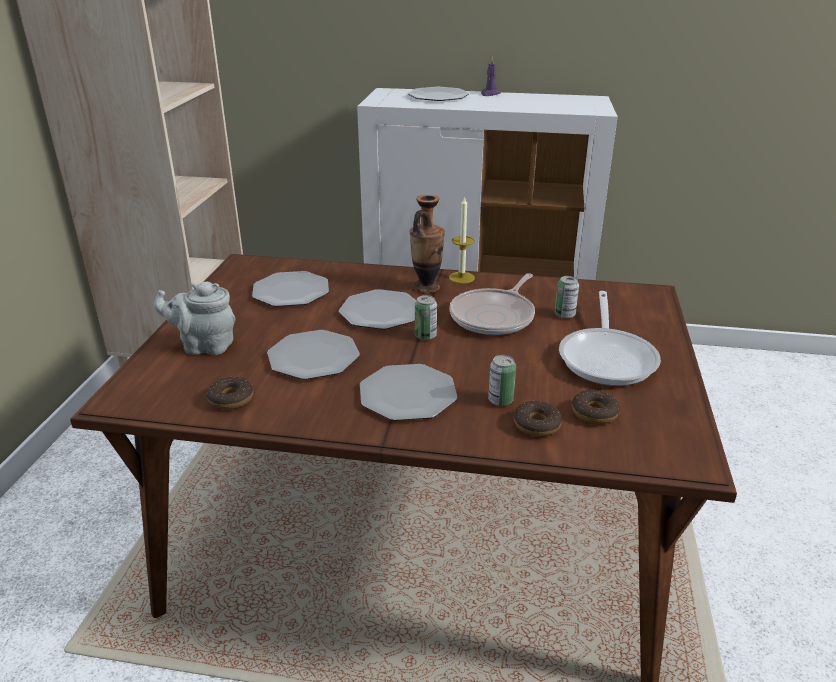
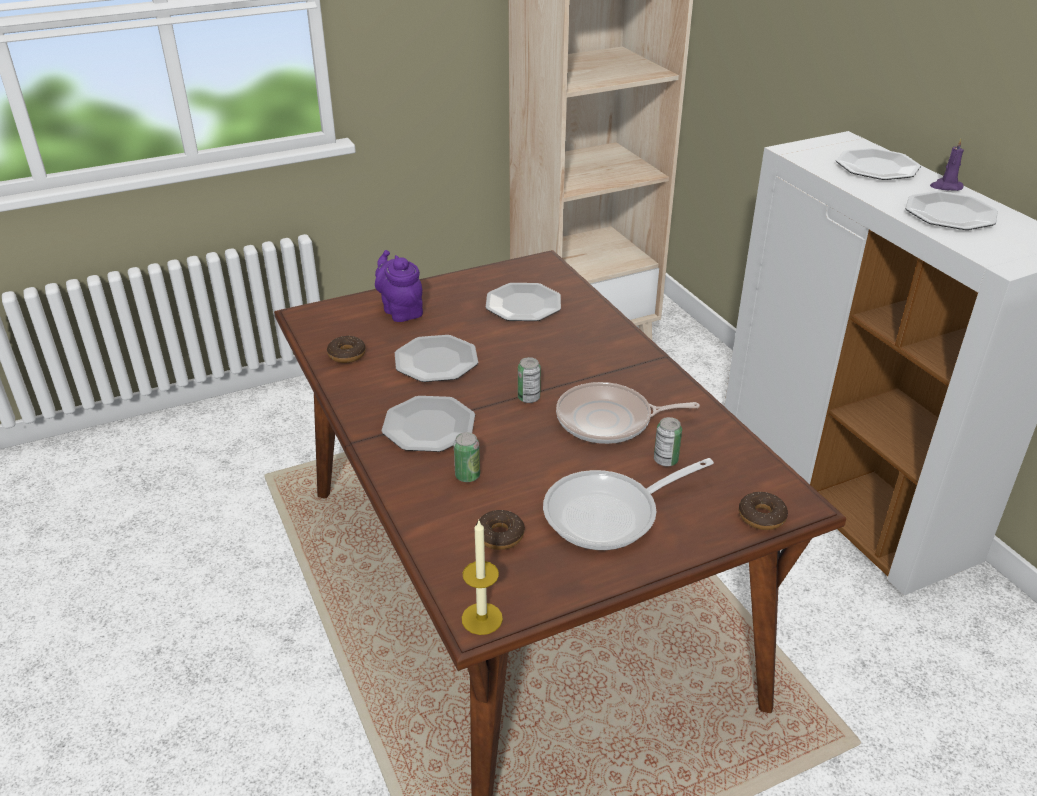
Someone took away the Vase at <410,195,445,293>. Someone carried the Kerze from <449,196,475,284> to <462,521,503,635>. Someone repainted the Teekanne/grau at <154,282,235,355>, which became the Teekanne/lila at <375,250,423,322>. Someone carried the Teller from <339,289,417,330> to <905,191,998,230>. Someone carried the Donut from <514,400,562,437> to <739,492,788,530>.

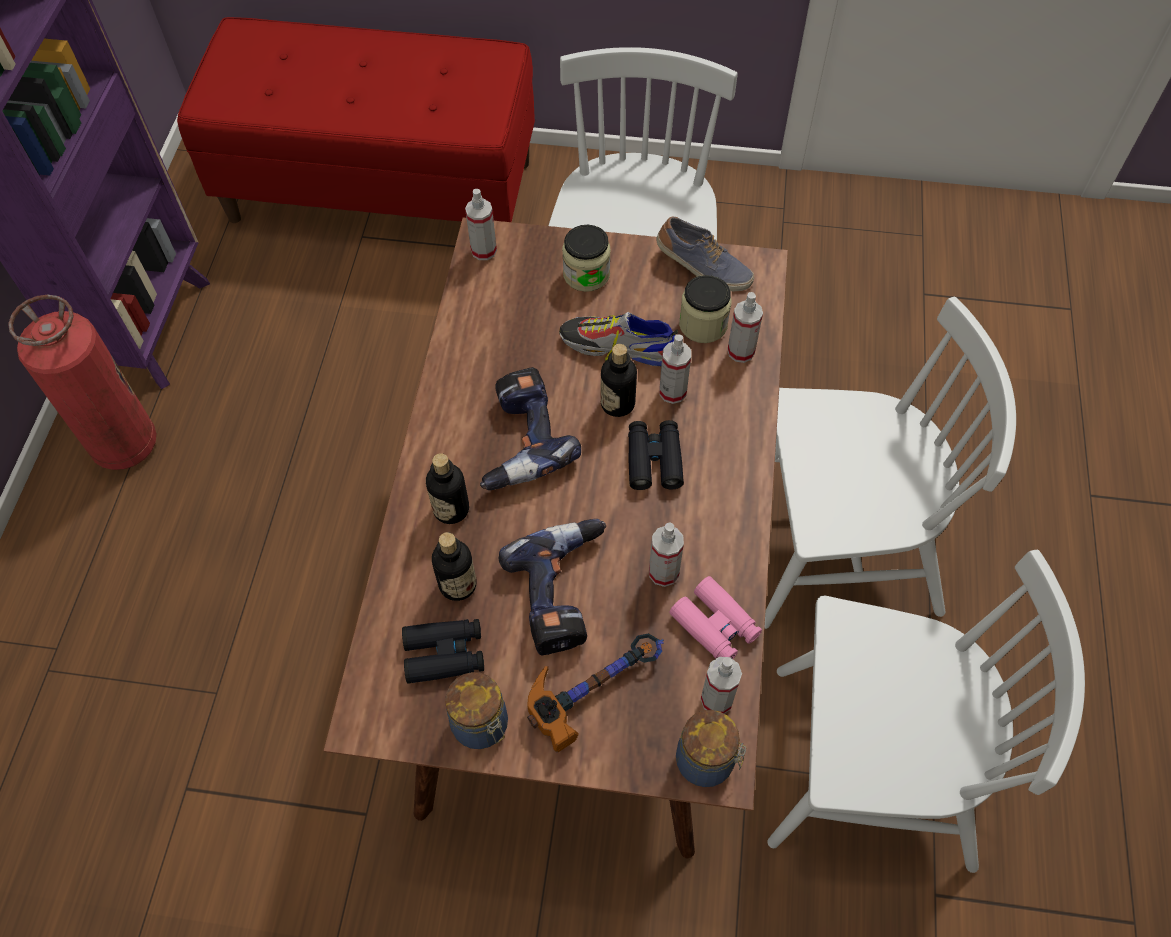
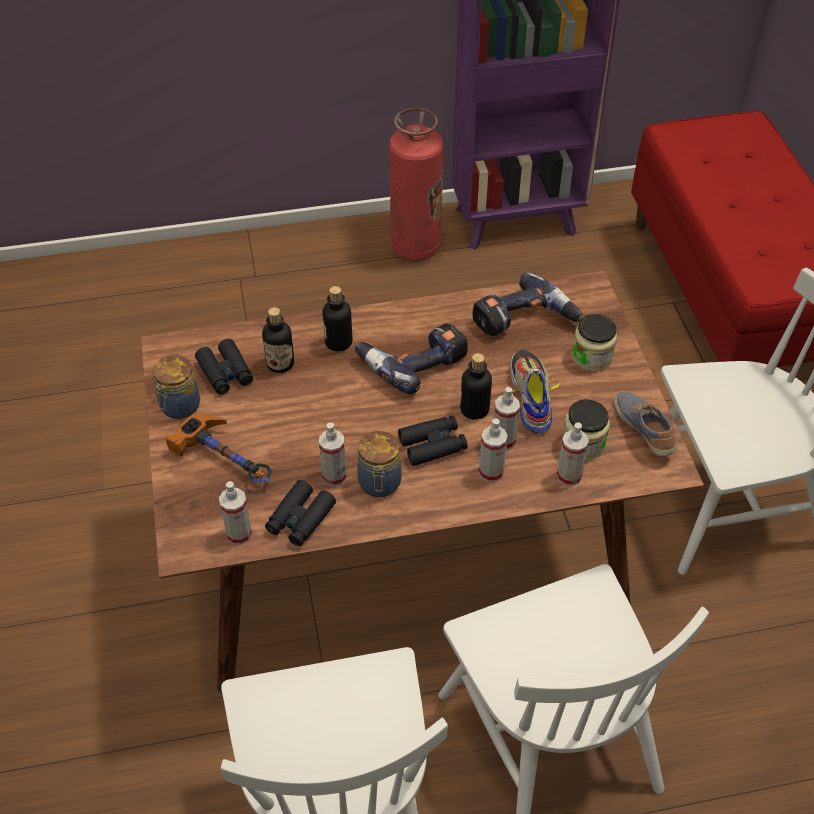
Someone carried the Sprühflasche from <465,189,497,260> to <479,418,508,482>. Someone rotated the Schuh at <657,216,755,291> by 150 degrees clockwise. Someone carried the Bohrmaschine from <498,519,606,656> to <472,271,583,336>. Someone repainted the Fernglas/rosa at <669,576,762,659>, which became the Fernglas/schwarz at <265,480,336,546>. Someone carried the Vorratsglas from <676,710,746,787> to <357,431,402,497>.

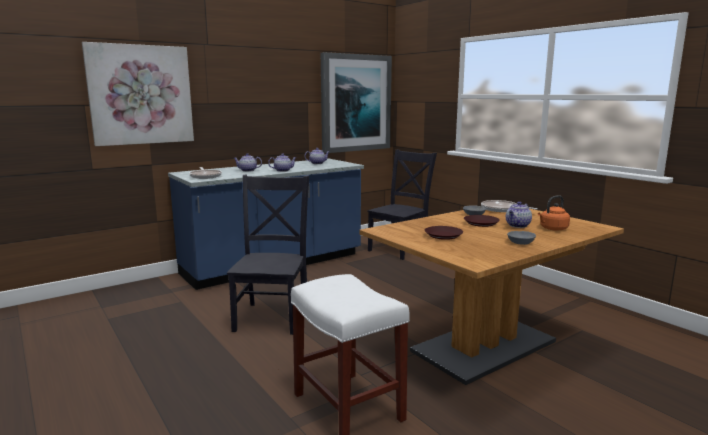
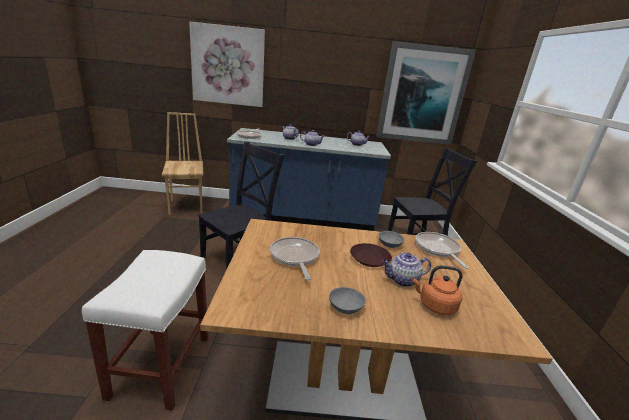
Someone swapped the Teller/braun at <425,226,463,240> for the Pfanne at <270,237,319,280>. Someone put down the Stuhl/braun at <162,112,203,215>.

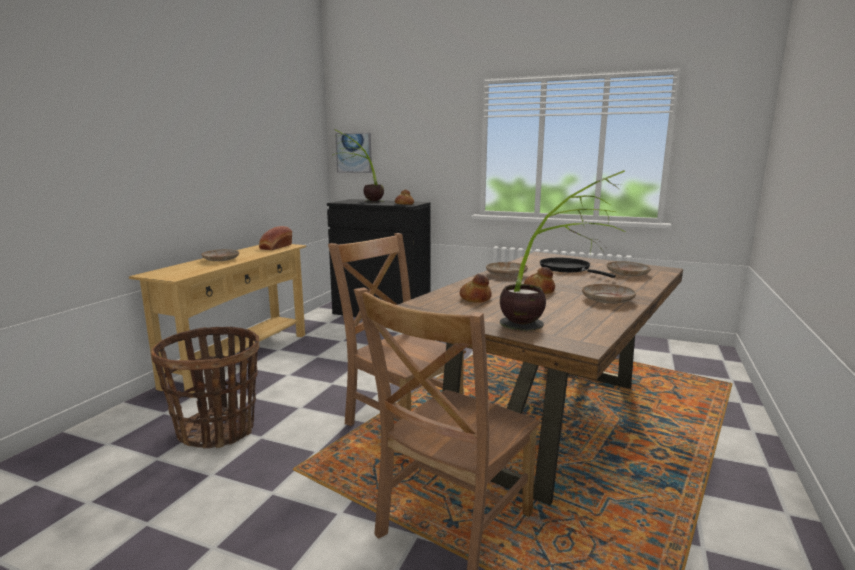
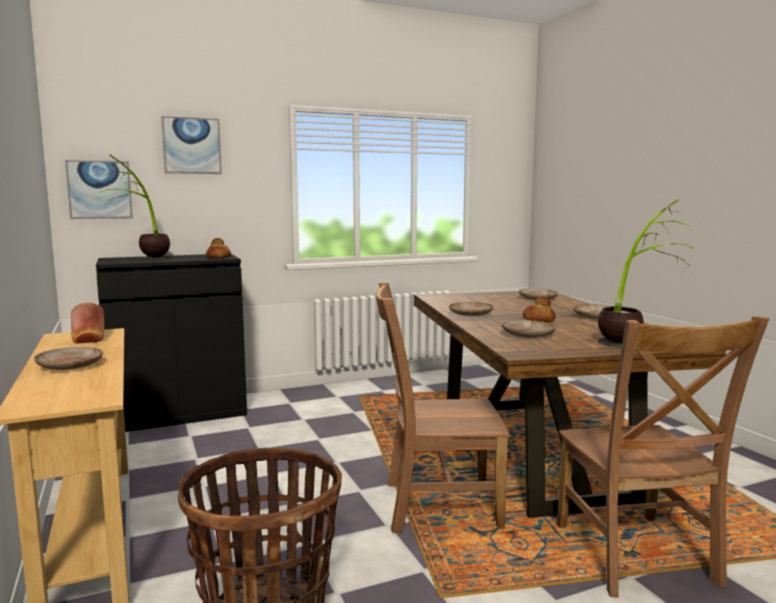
Someone took away the Pfanne/schwarz at <540,258,616,278>. Someone swapped the Brot at <460,274,492,303> for the Teller/beige at <502,320,556,338>. Someone put up the Bild at <161,116,222,174>.

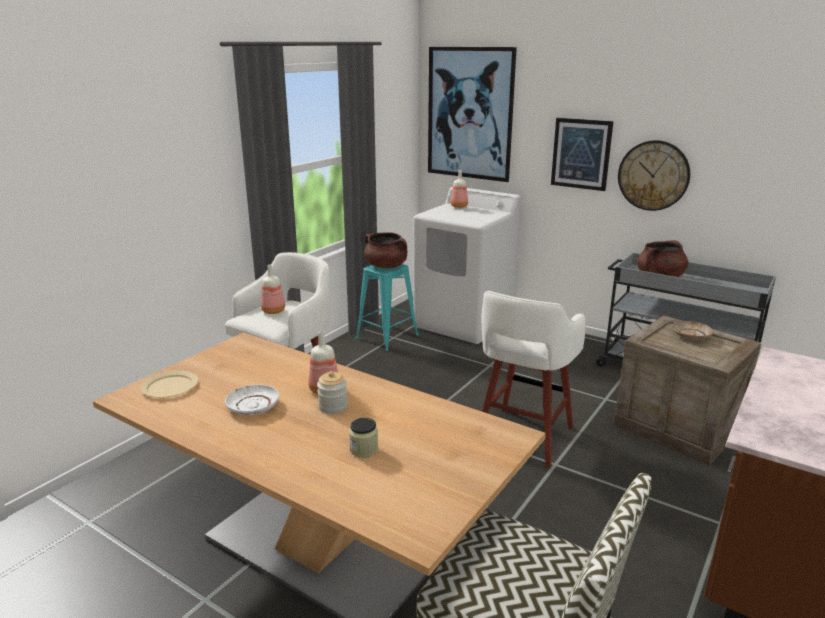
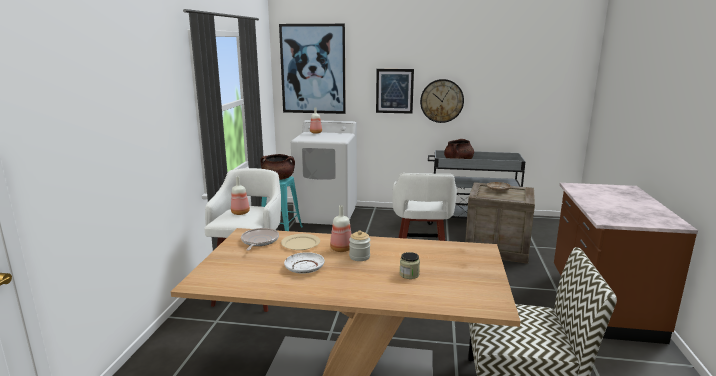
Someone carried the Teller/beige from <140,370,198,397> to <281,234,320,250>. Someone put down the Pfanne at <241,228,279,251>.

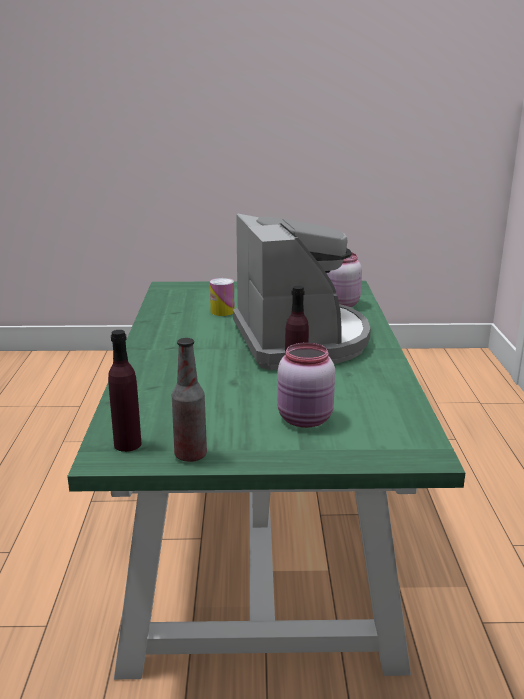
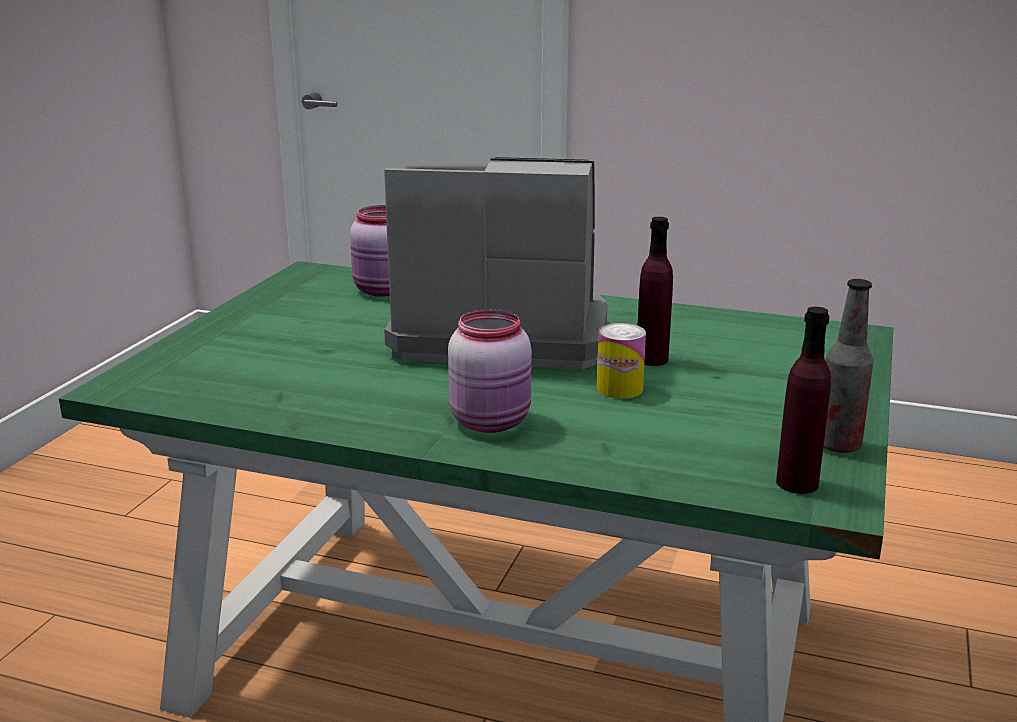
Someone carried the Dose from <210,278,234,316> to <597,323,646,399>. Someone carried the Vorratsglas/rosa from <277,342,335,428> to <448,309,532,433>.

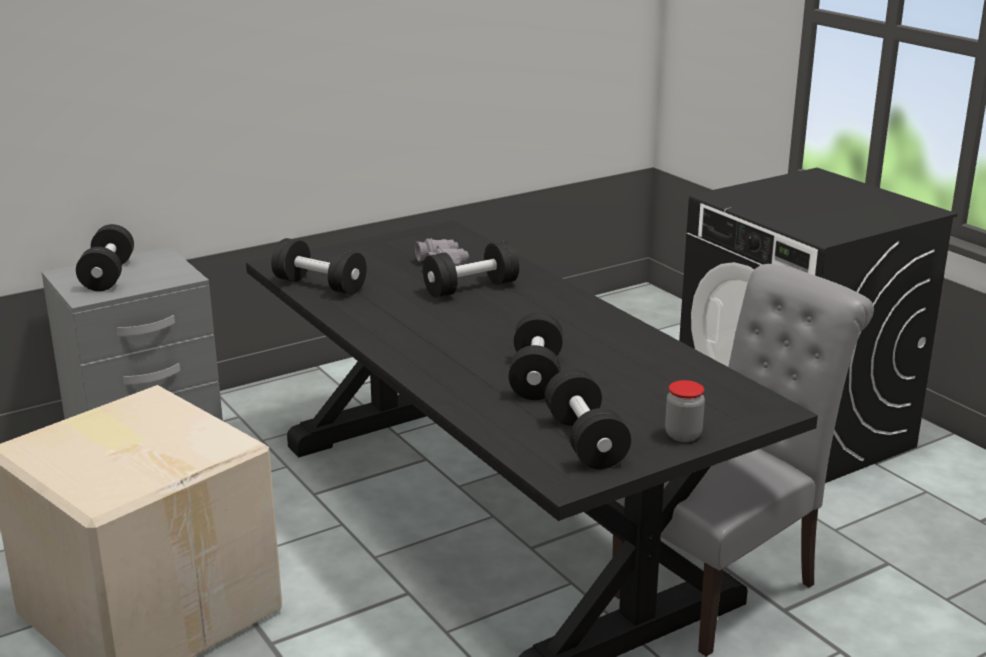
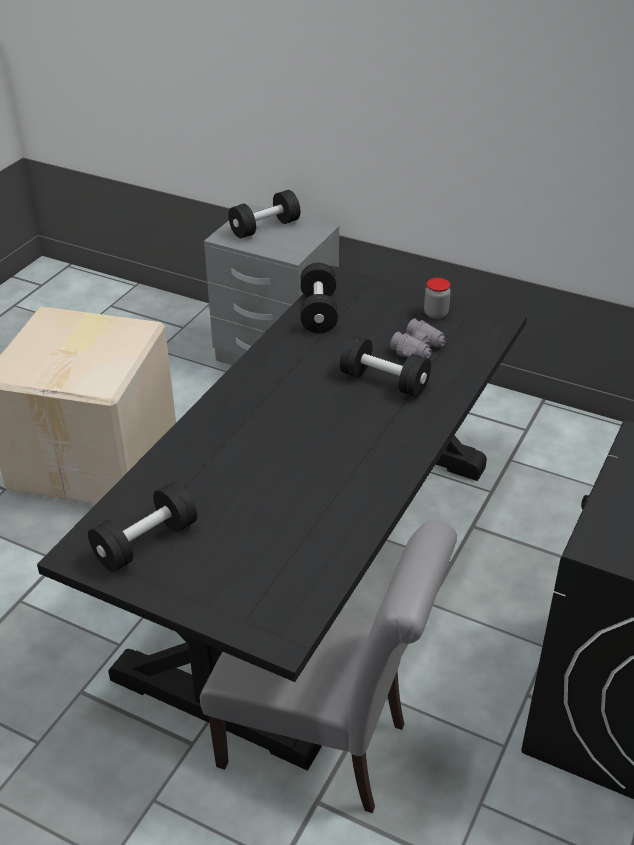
Someone took away the Hantel/schwarz at <509,312,563,400>. Someone carried the Vorratsglas from <665,380,705,442> to <424,278,451,319>.

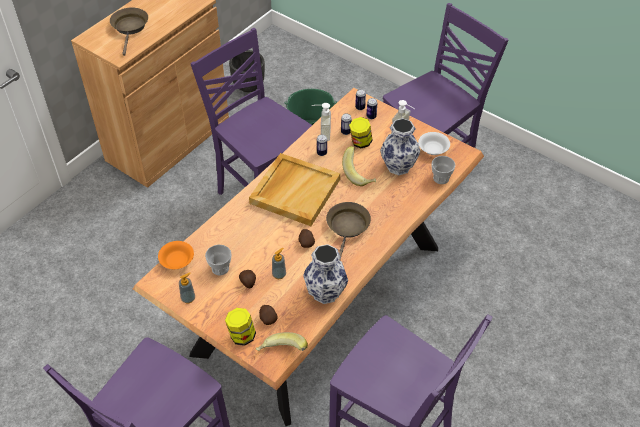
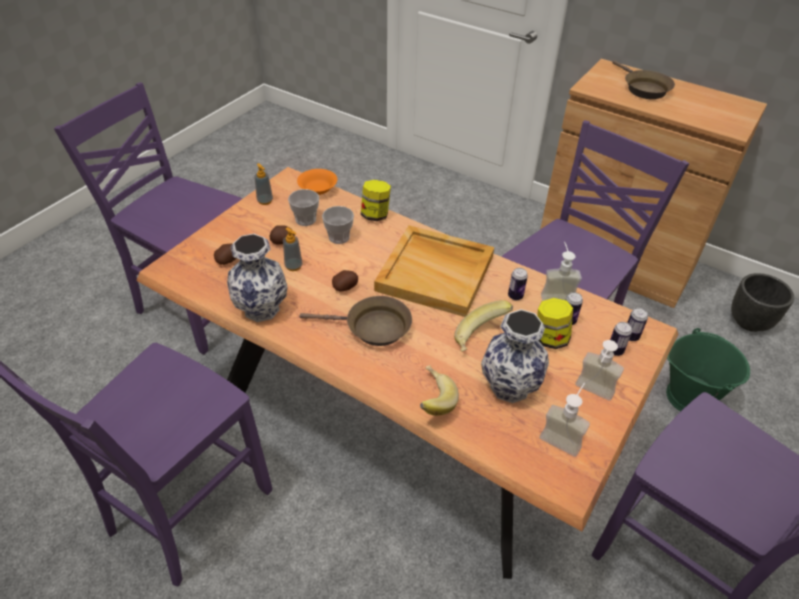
Someone rotated the Pfanne/braun at <110,7,148,56> by 75 degrees clockwise. Someone swapped the Schüssel/weiß at <418,132,450,155> for the Seifenspender at <540,383,590,457>. Someone carried the Tasse from <431,156,455,184> to <322,206,354,244>. Someone carried the Vorratsglas from <225,308,256,346> to <361,180,391,221>. Someone carried the Banane from <256,332,308,351> to <420,365,459,416>.

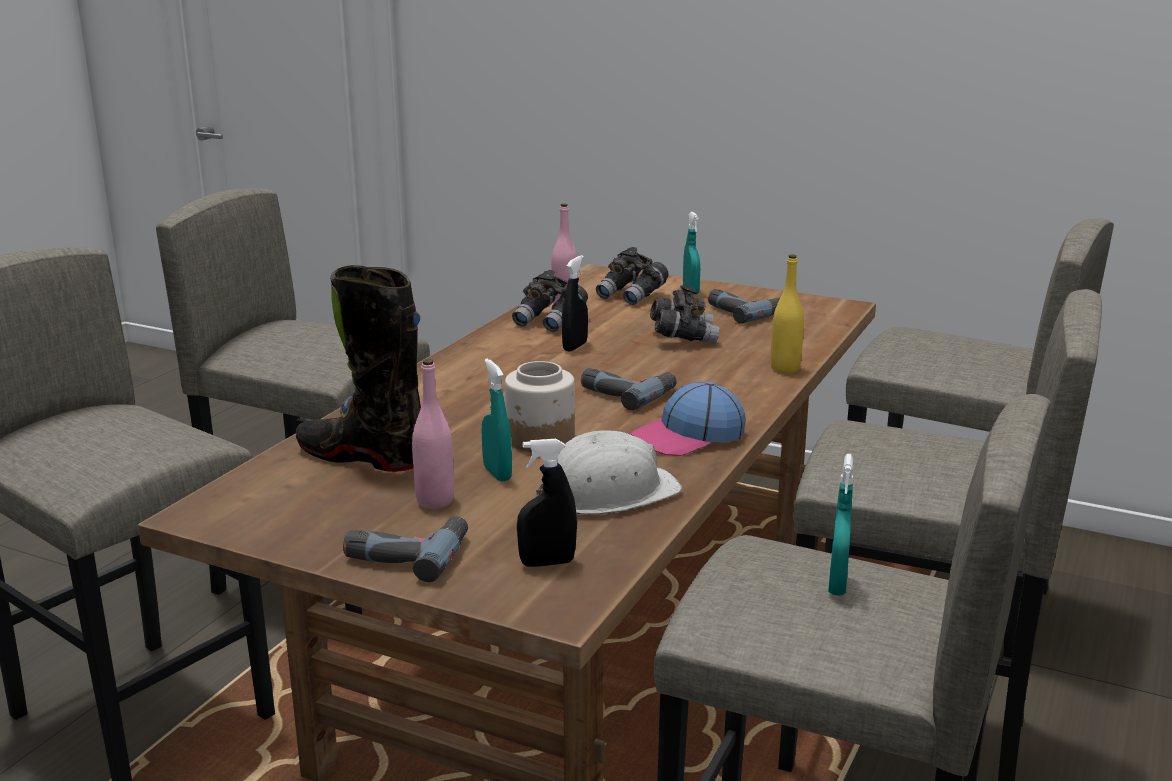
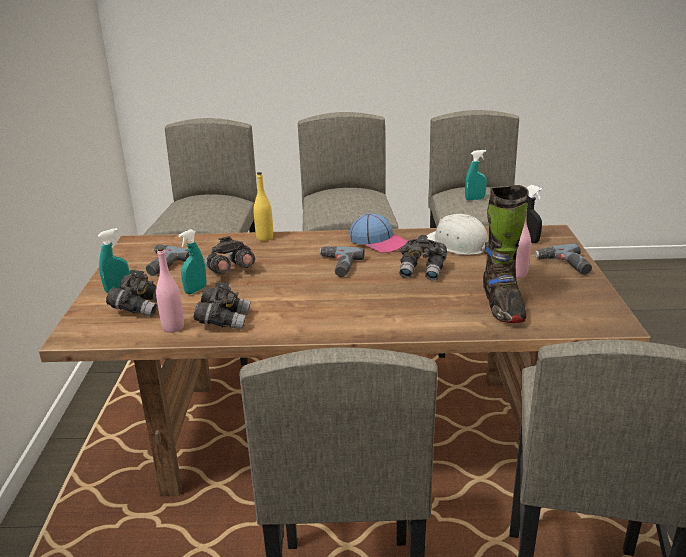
Someone took away the Sprühflasche/schwarz at <562,255,588,351>. Someone carried the Sprühflasche/türkis from <481,359,512,482> to <178,229,206,294>. Someone swapped the Vorratsglas at <505,361,575,452> for the Fernglas/grau at <399,235,447,281>.

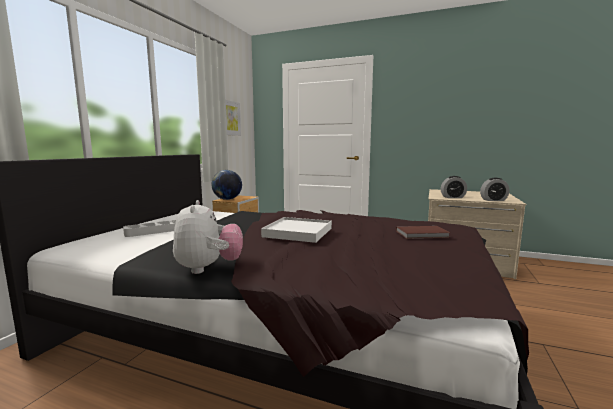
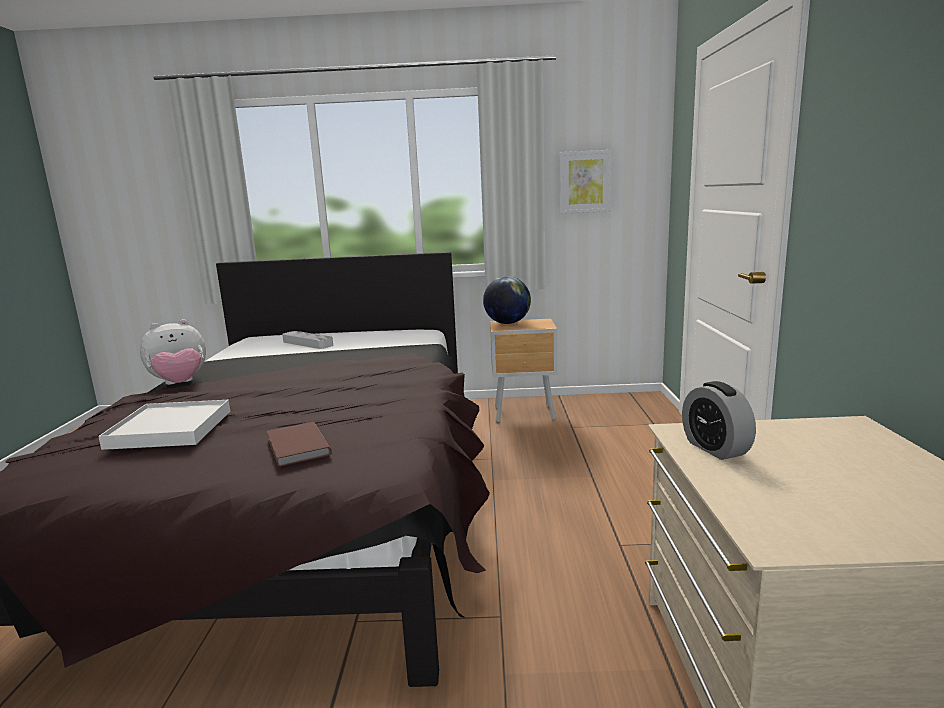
Someone took away the Wecker at <480,178,510,201>. Someone carried the Tablett/weiß from <261,217,332,243> to <98,400,230,450>.

